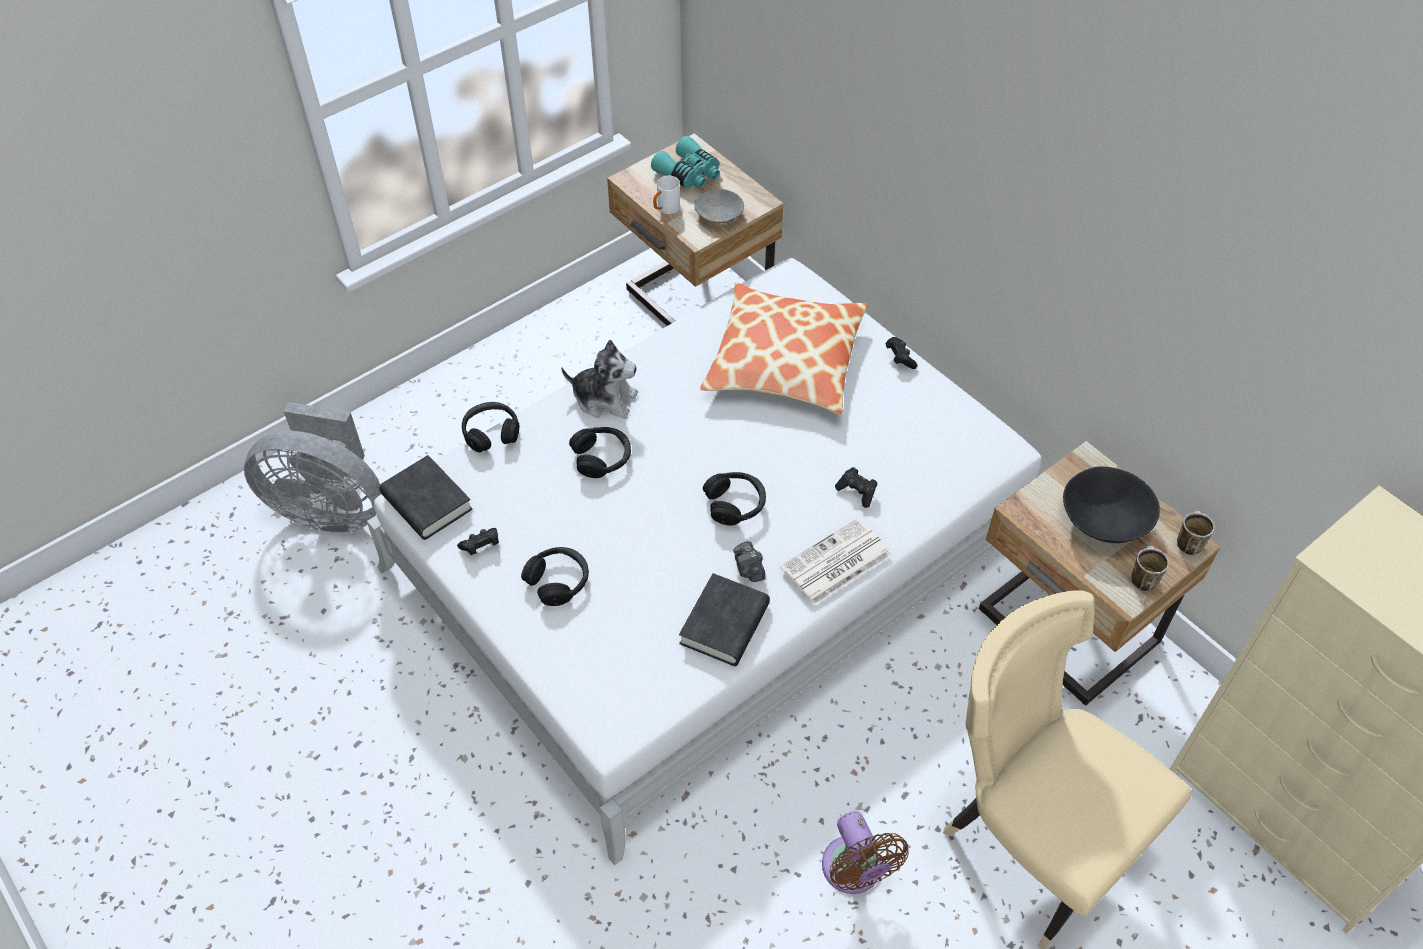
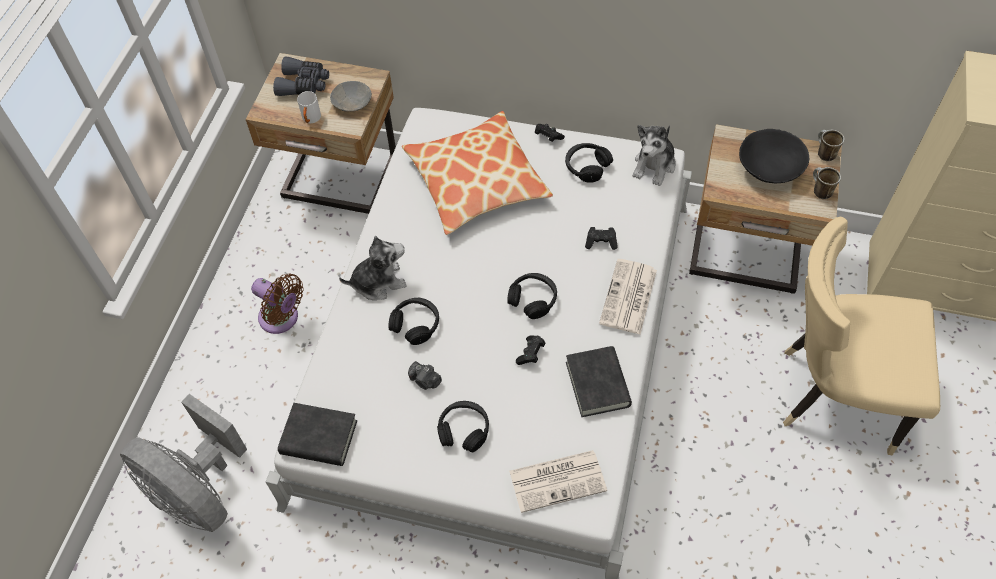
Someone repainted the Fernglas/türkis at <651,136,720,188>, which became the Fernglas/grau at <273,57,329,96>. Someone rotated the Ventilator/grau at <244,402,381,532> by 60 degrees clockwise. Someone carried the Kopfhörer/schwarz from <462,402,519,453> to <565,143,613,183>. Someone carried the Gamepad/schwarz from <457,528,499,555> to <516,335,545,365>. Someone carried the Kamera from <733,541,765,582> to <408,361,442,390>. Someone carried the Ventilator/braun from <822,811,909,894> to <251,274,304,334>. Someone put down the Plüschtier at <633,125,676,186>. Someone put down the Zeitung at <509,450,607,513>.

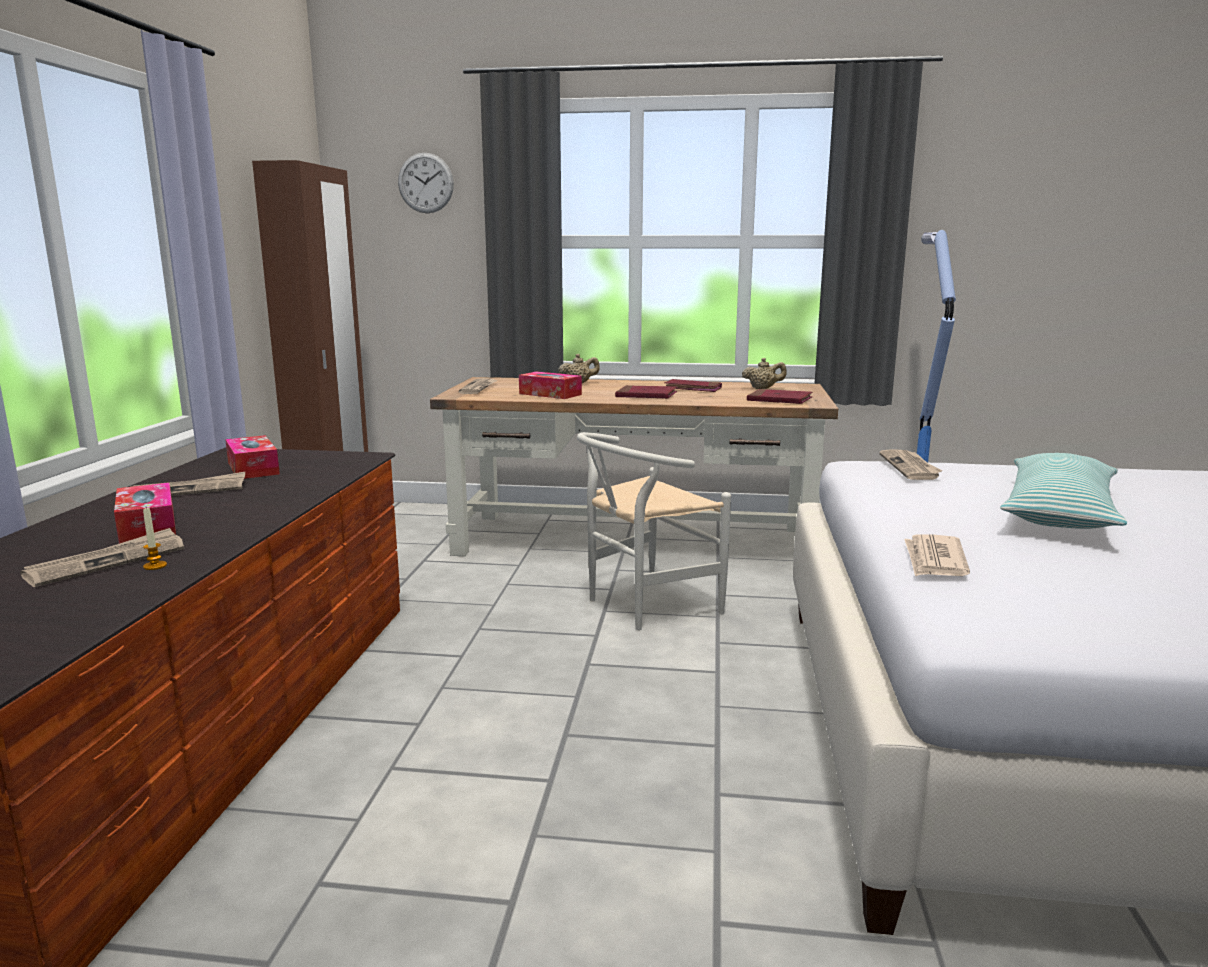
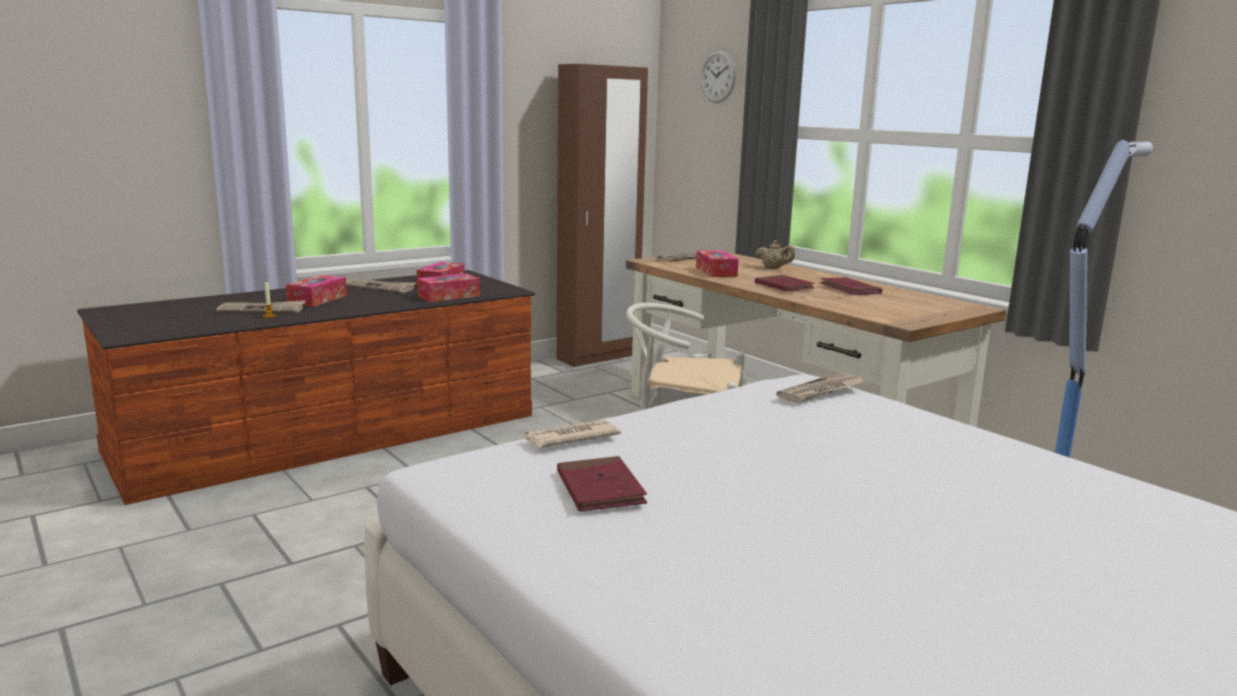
Someone took away the Teekanne/beige at <742,358,787,389>. Someone carried the Buch/rot from <747,389,812,404> to <557,456,647,512>. Someone took away the Kissen at <1000,453,1127,529>. Someone put down the Taschentuchbox at <418,274,480,302>.

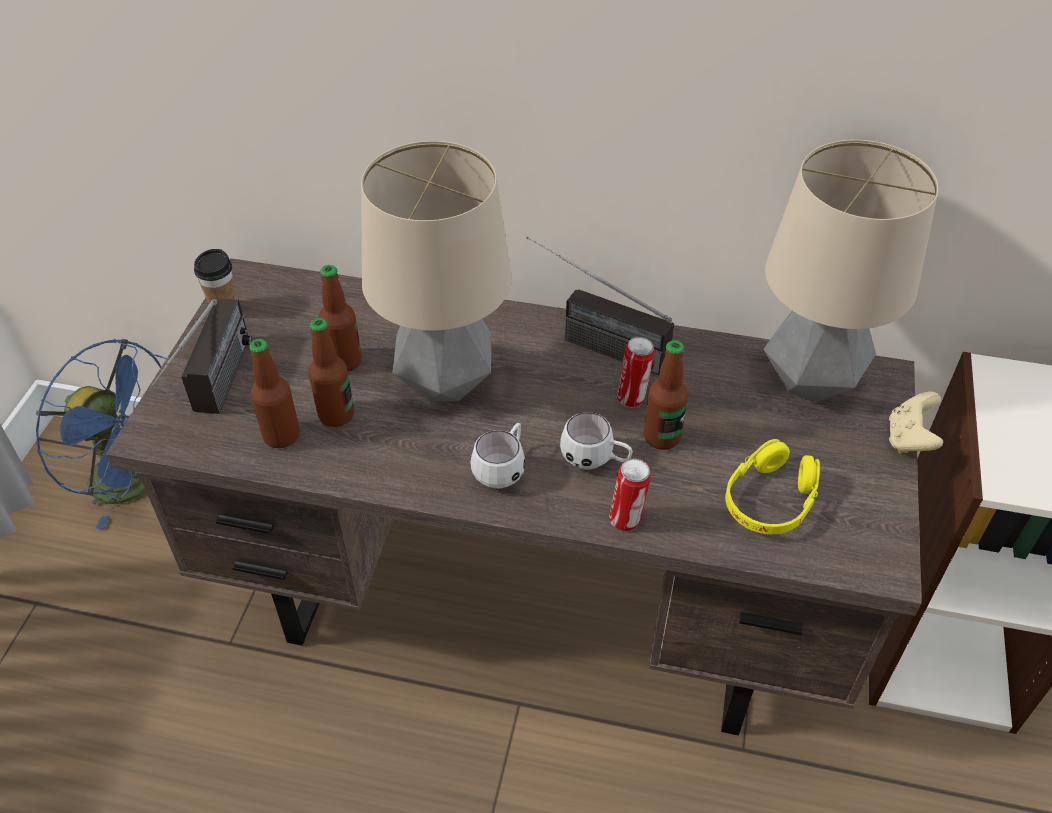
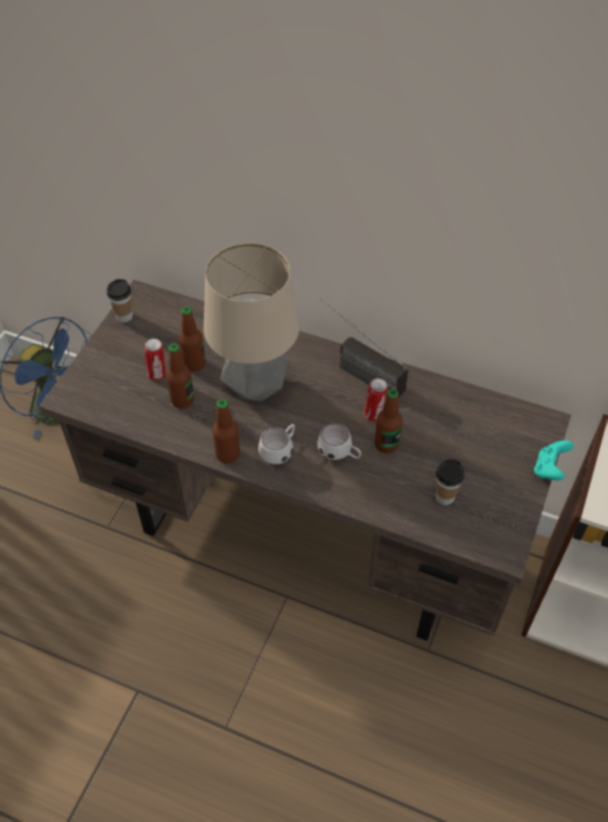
Someone took away the Tischlampe at <764,140,938,403>. Someone took away the Radio at <149,298,252,414>. Someone carried the Flasche from <249,339,300,448> to <212,399,240,464>. Someone repainted the Gamepad/beige at <889,392,943,453>, which became the Gamepad/türkis at <534,440,574,480>. Someone swapped the Kopfhörer/gelb at <725,439,820,535> for the Tasse at <435,459,464,505>. Someone carried the Dose from <609,459,651,531> to <144,338,166,381>.

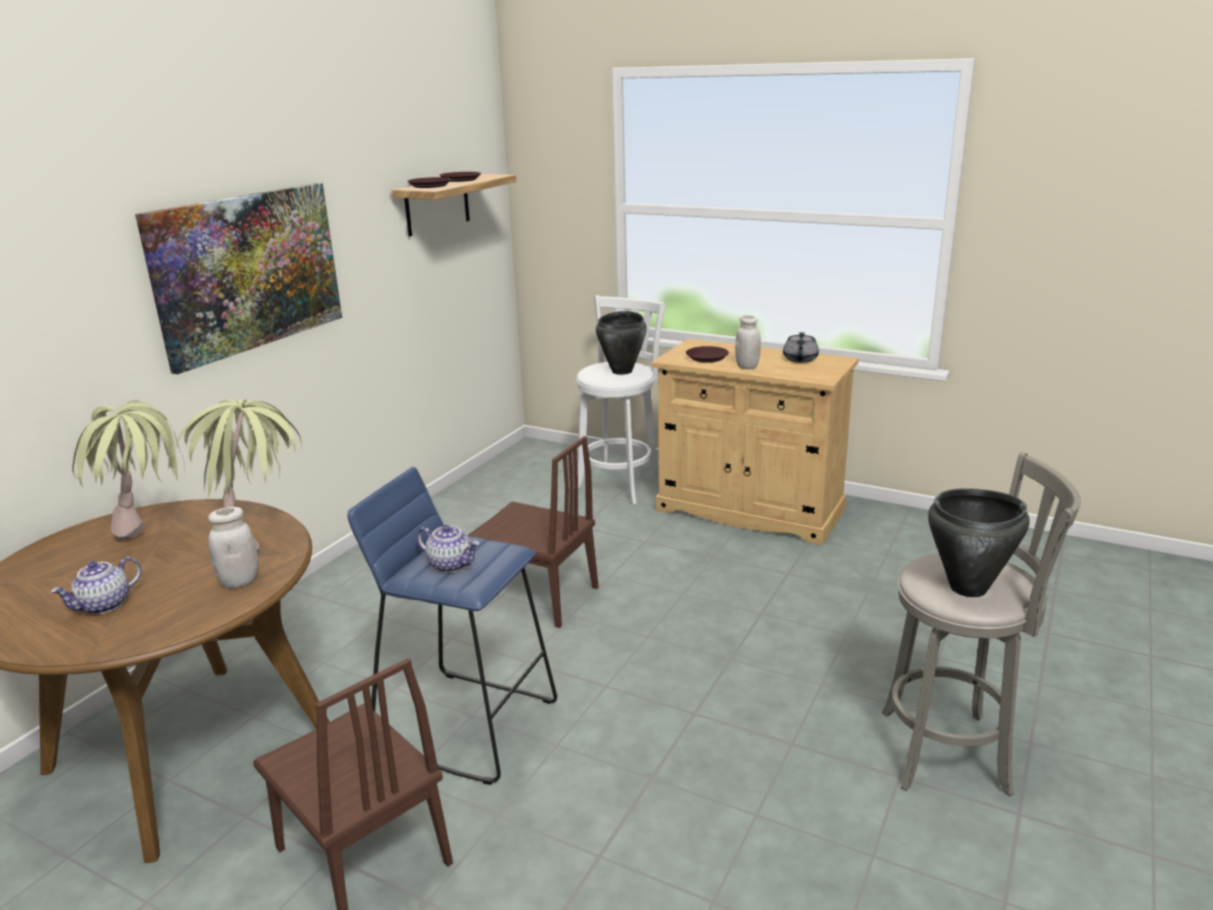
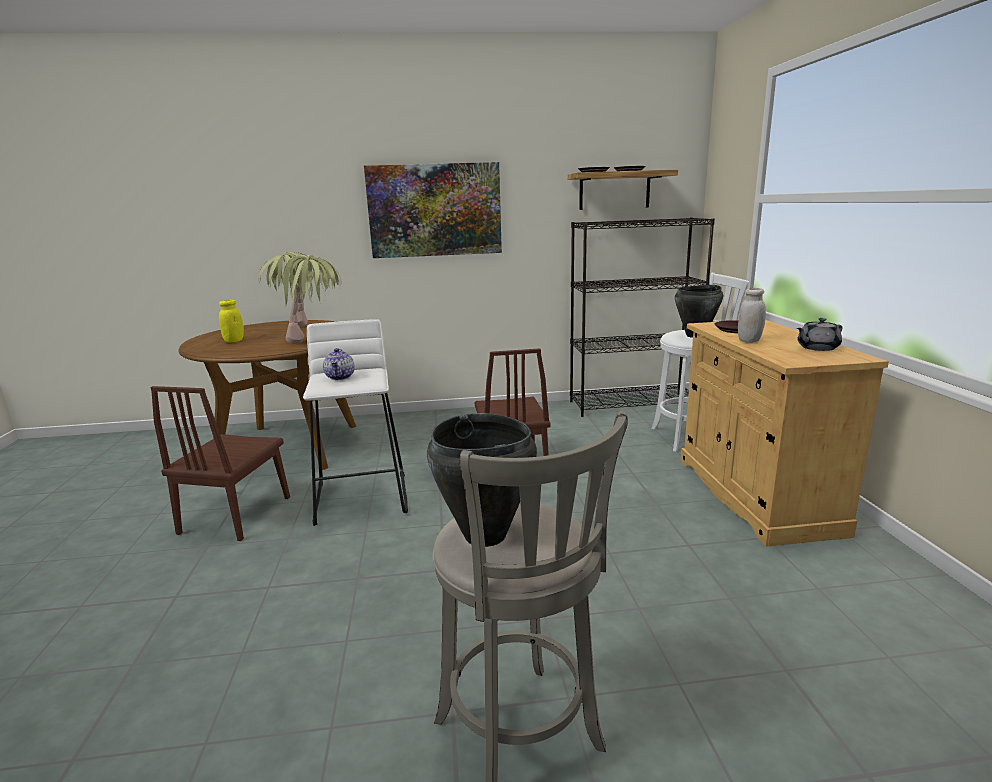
Someone repainted the Hocker/blau at <347,467,557,785>, which became the Hocker/weiß at <303,319,408,526>. Someone took away the Vorratsglas/weiß at <208,507,259,588>. Someone swapped the Teekanne at <50,557,142,614> for the Vorratsglas/gelb at <219,300,244,343>. Someone put down the Bücherregal/schwarz at <570,217,715,417>.

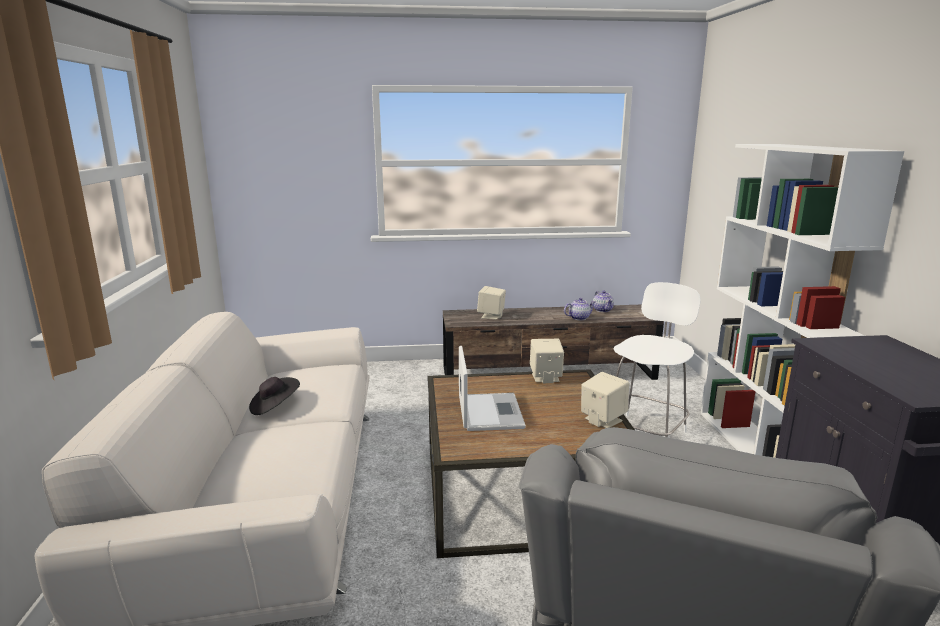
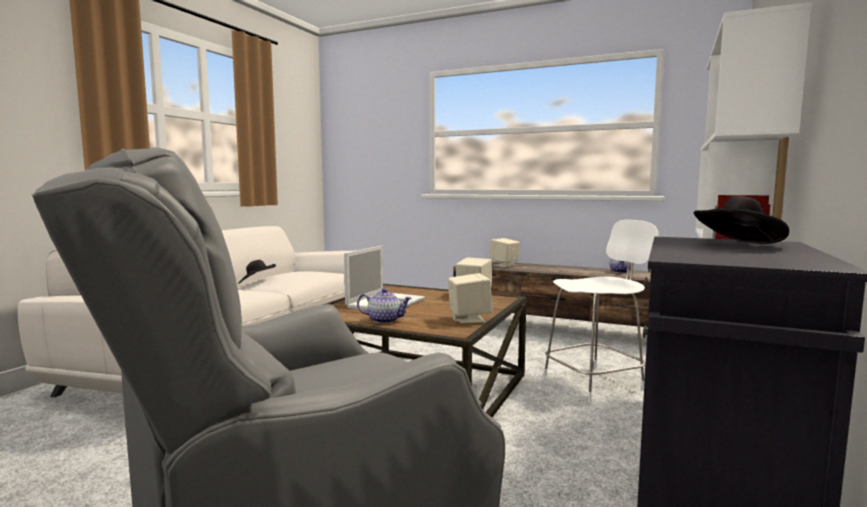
Someone carried the Teekanne from <564,298,596,320> to <357,288,412,324>. Someone put down the Hut/schwarz at <694,196,789,244>.

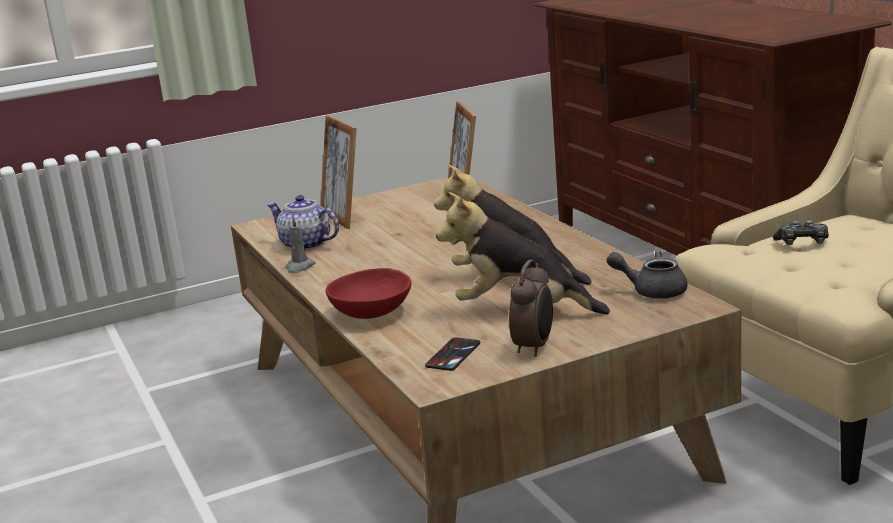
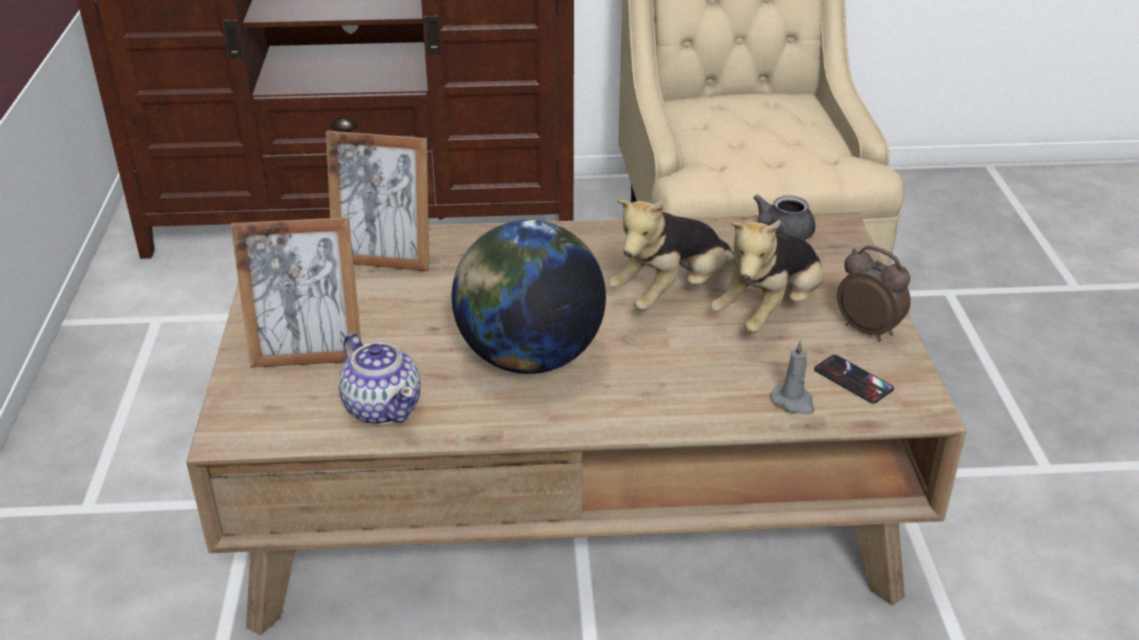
Someone rotated the Teekanne at <267,195,339,251> by 90 degrees counterclockwise. Someone carried the Kerze/grau from <286,216,315,273> to <771,340,814,415>. Someone took away the Gamepad at <773,220,829,245>. Someone took away the Schüssel/rot at <326,268,412,319>. Someone put down the Globus at <452,220,606,374>.

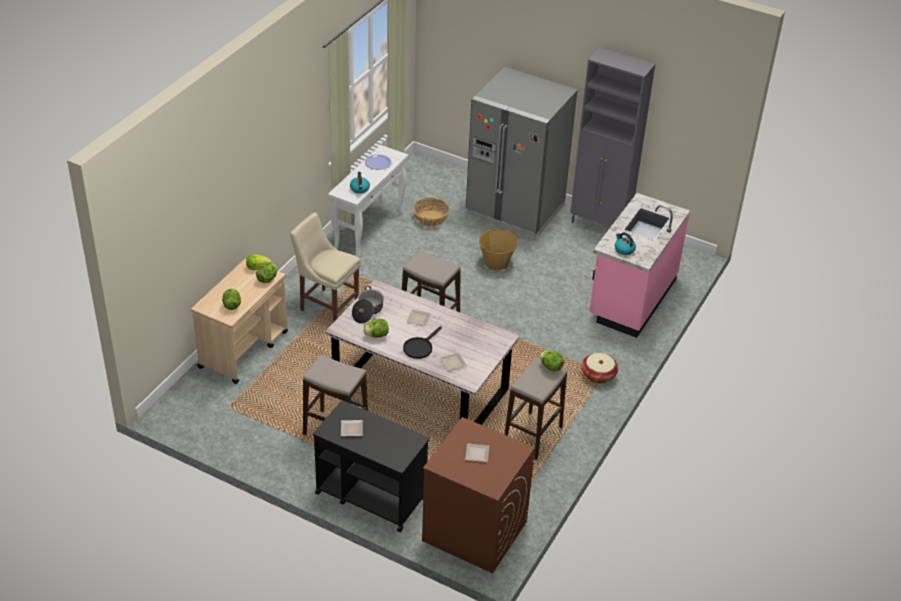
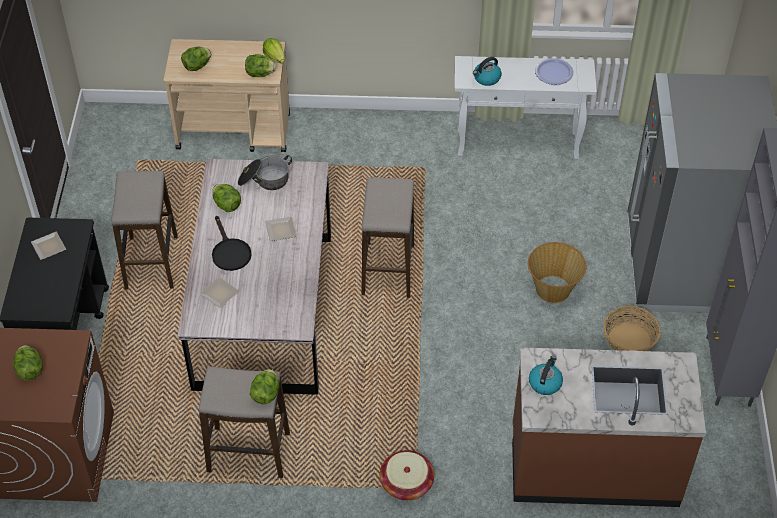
Someone repainted the Küchenzeile/rosa at <589,193,690,338>, which became the Küchenzeile/braun at <512,347,706,507>. Someone carried the Korb from <413,198,449,227> to <604,306,661,351>. Someone took away the Stuhl/beige at <290,213,361,323>. Someone rotated the Pfanne/schwarz at <403,326,442,359> by 120 degrees counterclockwise. Someone swapped the Teller at <465,443,489,462> for the Salatkopf at <13,345,43,381>.

